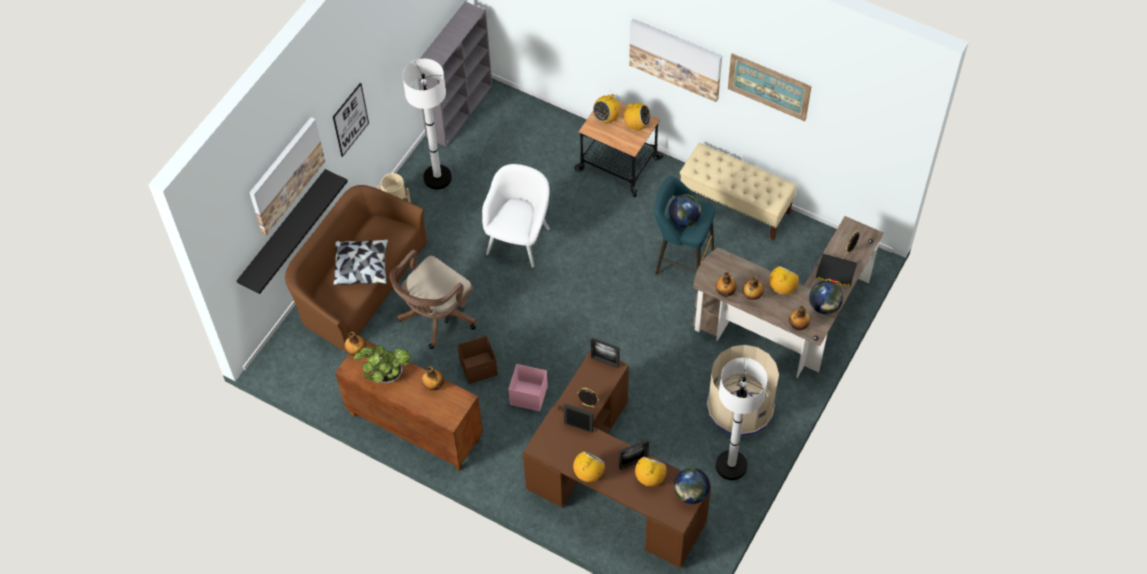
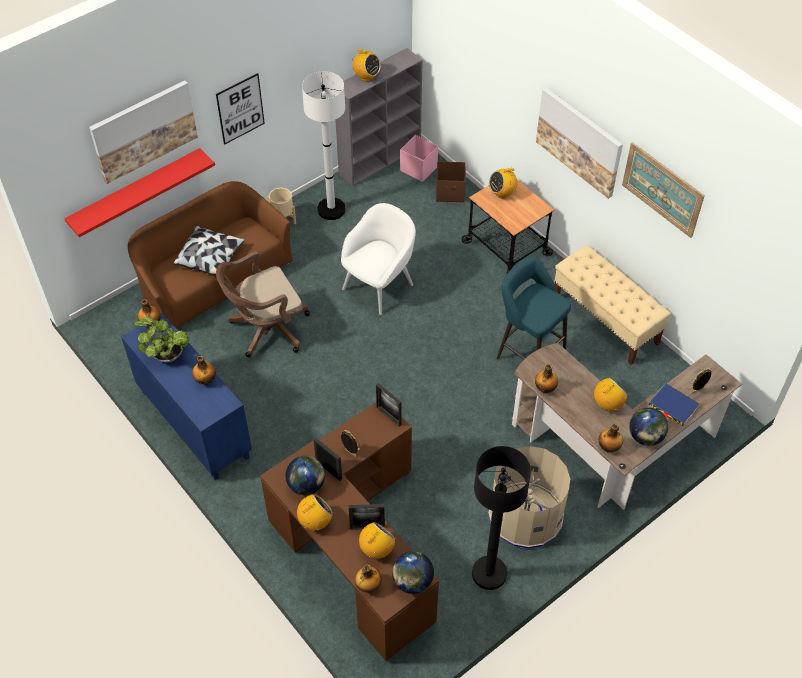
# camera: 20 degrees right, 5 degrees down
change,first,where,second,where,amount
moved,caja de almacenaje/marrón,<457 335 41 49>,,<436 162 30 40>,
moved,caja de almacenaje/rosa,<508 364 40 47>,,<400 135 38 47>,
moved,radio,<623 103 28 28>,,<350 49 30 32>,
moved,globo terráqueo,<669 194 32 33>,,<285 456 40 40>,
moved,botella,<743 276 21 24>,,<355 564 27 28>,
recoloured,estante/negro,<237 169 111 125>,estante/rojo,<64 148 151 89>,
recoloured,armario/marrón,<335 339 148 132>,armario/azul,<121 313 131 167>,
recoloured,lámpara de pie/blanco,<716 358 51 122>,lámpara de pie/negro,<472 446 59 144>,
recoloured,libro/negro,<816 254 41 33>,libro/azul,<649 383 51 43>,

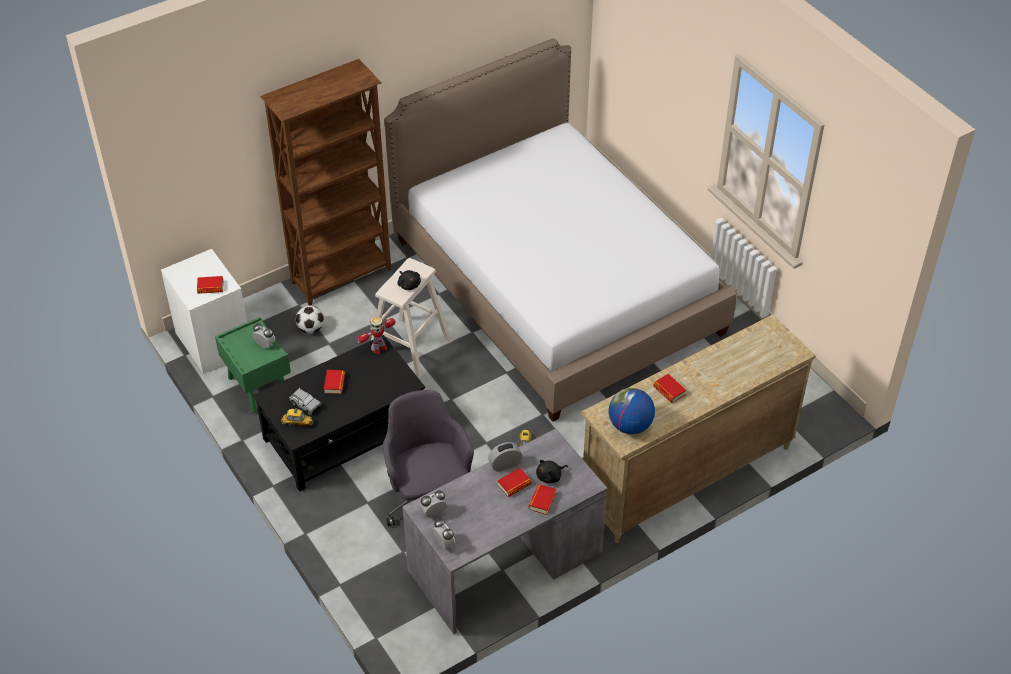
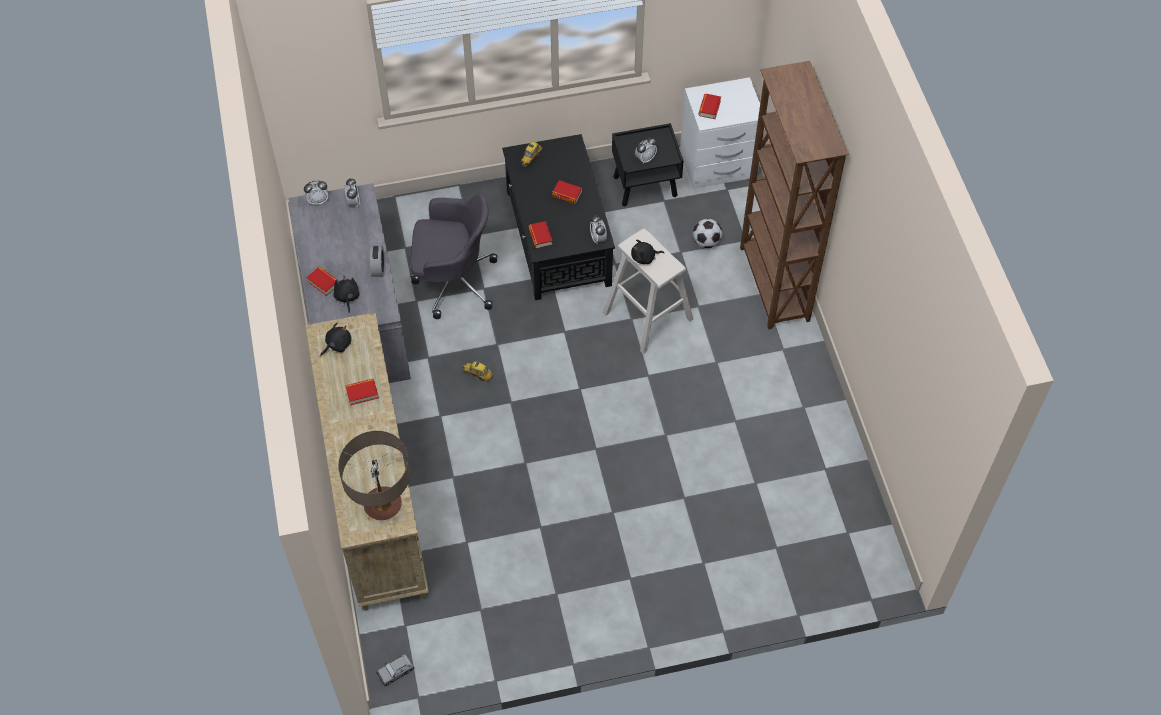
# camera: 110 degrees right, 10 degrees up
change,first,where,second,where,amount
removed,cama,<384 38 353 384>,,,
added,,,lámpara de mesa,<338 431 73 89>,
moved,coche de juguete/gris,<289 388 33 27>,,<376 654 39 32>,
moved,libro,<497 468 34 29>,,<528 221 24 28>,
replaced,robot de juguete,<357 316 39 38>,despertador,<590 215 17 29>,
replaced,globo terráqueo,<609 388 46 46>,peluche/negro,<320 323 31 33>,
recoloured,mesita de noche/verde,<215 317 76 96>,mesita de noche/negro,<612 123 72 83>,

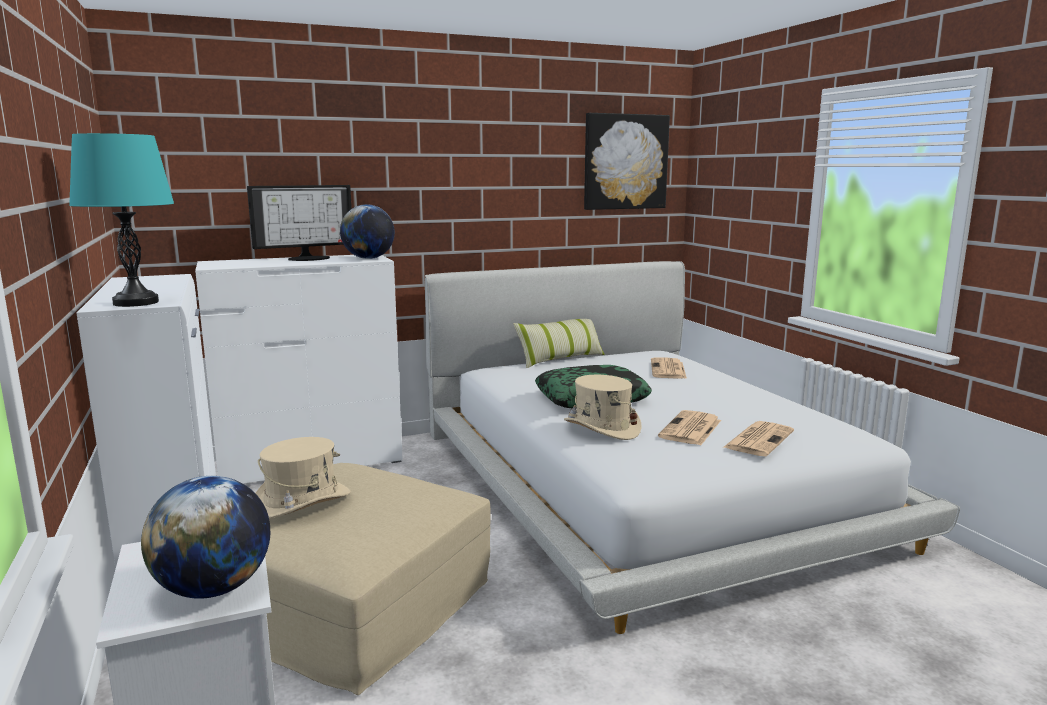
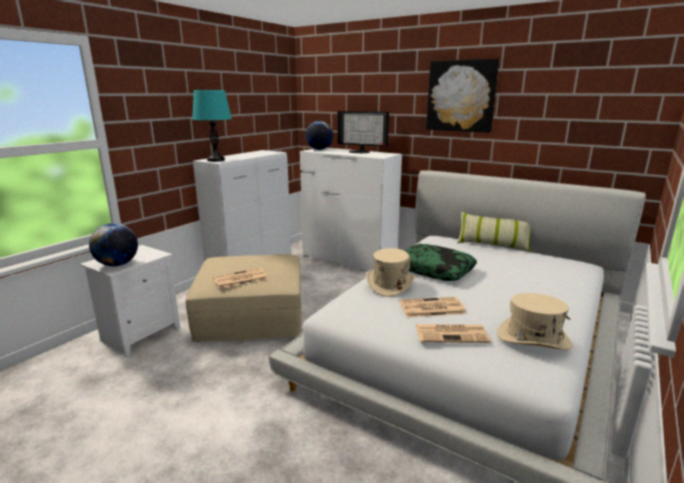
# camera: 55 degrees right, 5 degrees up
change,first,where,second,where,amount
moved,sombrero/beis,<256 437 95 82>,,<497 293 76 57>,
moved,globo terráqueo,<340 204 55 55>,,<305 121 28 29>,
moved,cuadro,<584 113 86 97>,,<426 58 73 75>,
moved,periódico,<651 358 36 21>,,<214 268 54 20>,

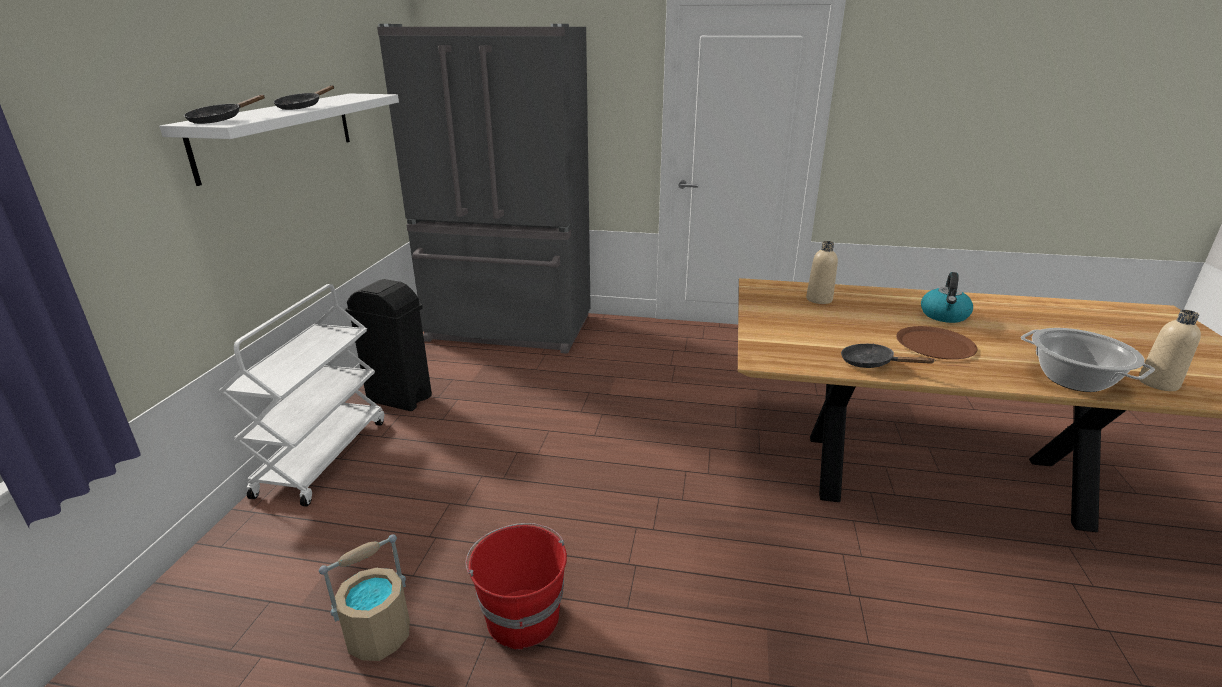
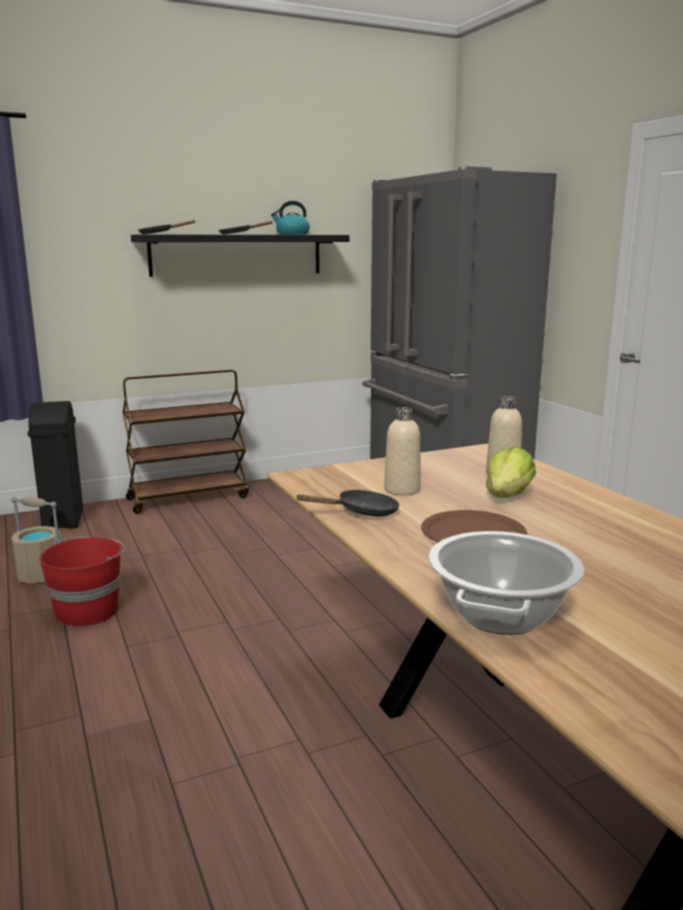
# camera: 55 degrees right, 10 degrees down
change,first,where,second,where,amount
added,,,lechuga,<486 447 50 51>,
moved,papelera/negro,<345 279 87 132>,,<27 401 56 128>,
moved,hervidor,<921 272 52 51>,,<271 201 39 34>,
moved,botella/beis,<1139 310 62 81>,,<384 407 37 88>,
recoloured,estante/blanco,<159 94 240 92>,estante/negro,<131 234 219 43>,
recoloured,carrito/blanco,<218 284 166 223>,carrito/marrón,<123 370 126 144>,
turned,sartén/negro,<841 344 95 24>,,<295 490 105 26>,75 degrees clockwise

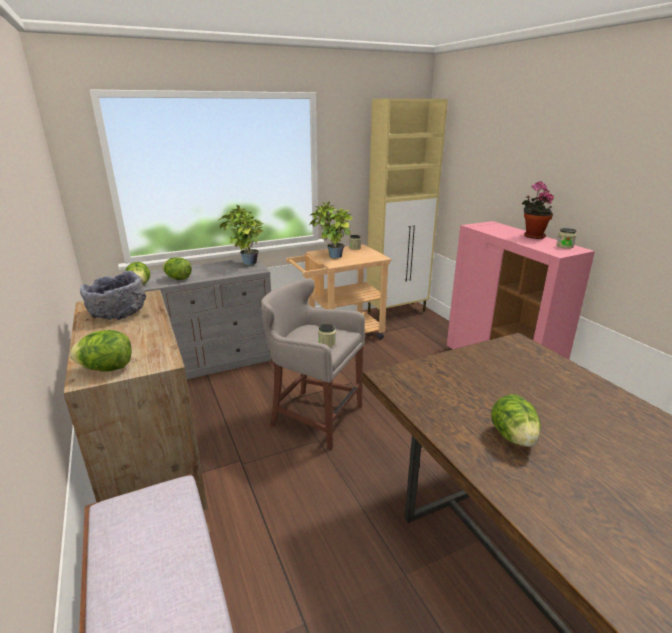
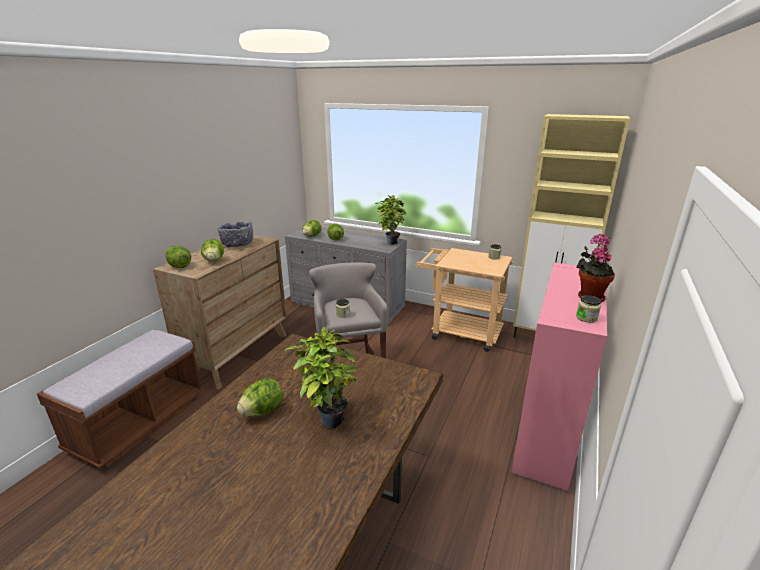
# camera: 50 degrees right, 0 degrees up
change,first,where,second,where,amount
added,,,lechuga,<201 239 23 23>,
moved,planta en maceta,<309 202 45 56>,,<285 327 72 101>,

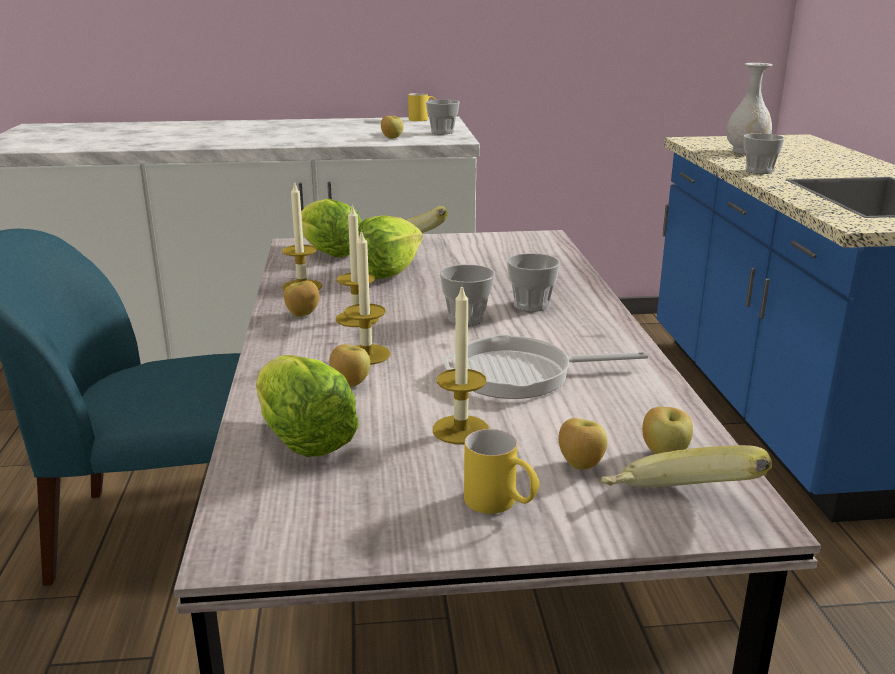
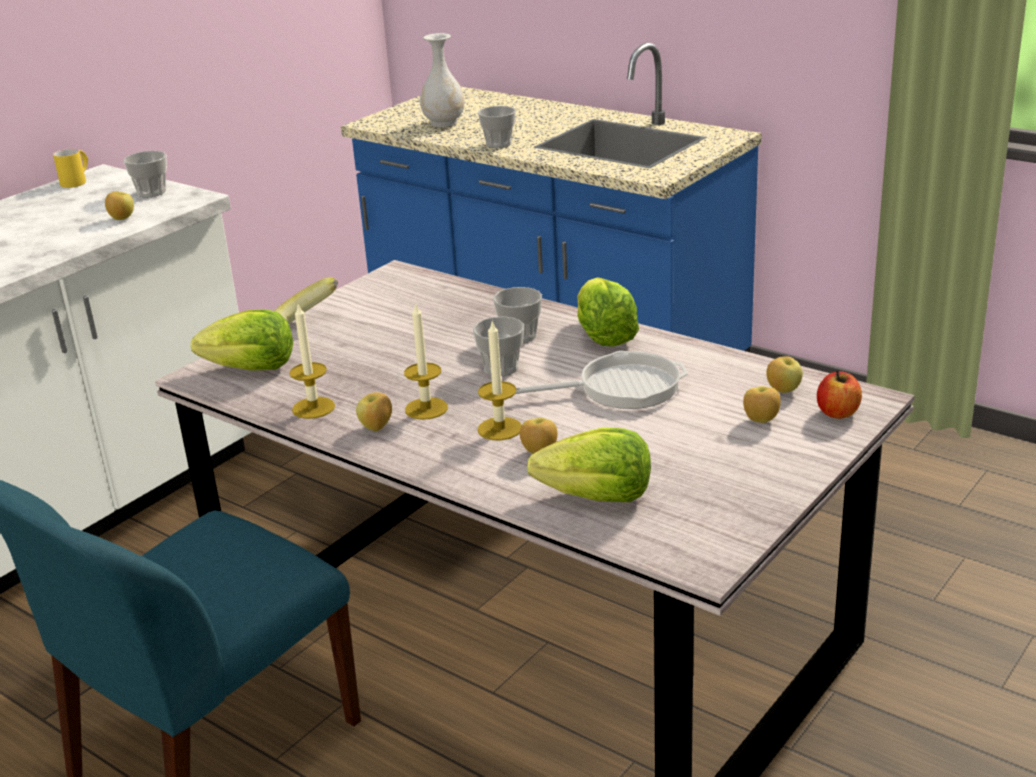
# camera: 45 degrees left, 5 degrees up
change,first,where,second,where,amount
removed,vela,<433 287 56 158>,,,
removed,taza grande/amarillo,<464 429 75 85>,,,
moved,lechuga,<349 216 74 63>,,<577 277 62 70>,
replaced,plátano,<601 445 171 42>,manzana,<817 371 45 48>,
turned,sartén,<443 334 205 65>,,<515 351 173 58>,135 degrees counterclockwise

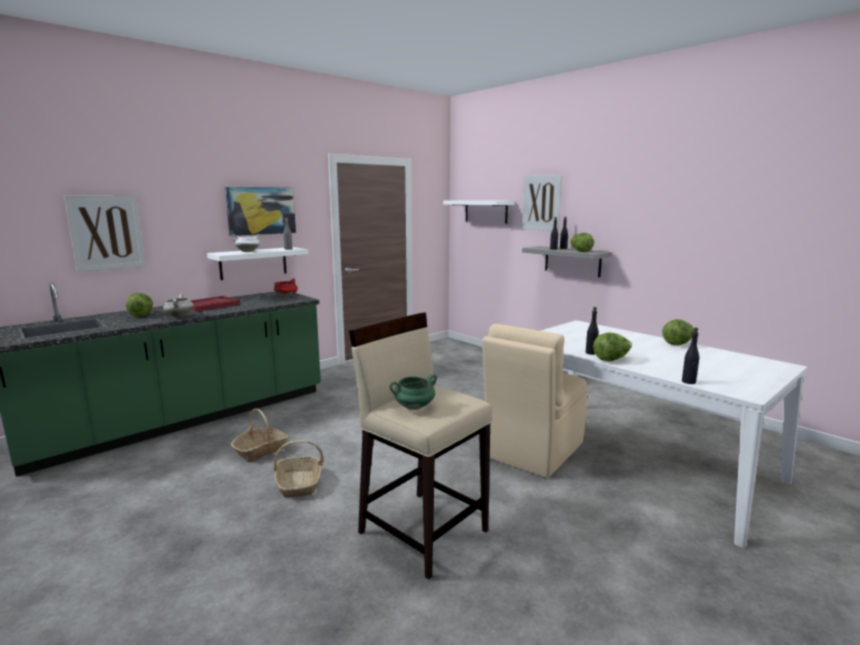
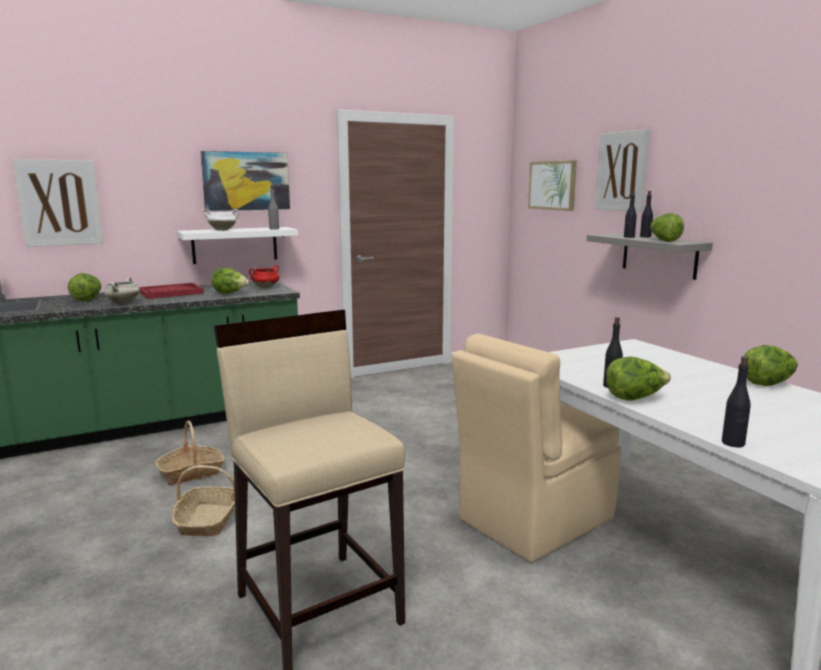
# camera: 15 degrees right, 0 degrees up
change,first,where,second,where,amount
removed,olla/verde,<390 374 47 36>,,,
added,,,lechuga,<212 268 37 26>,
replaced,estante/blanco,<443 200 72 24>,cuadro,<528 160 49 51>,

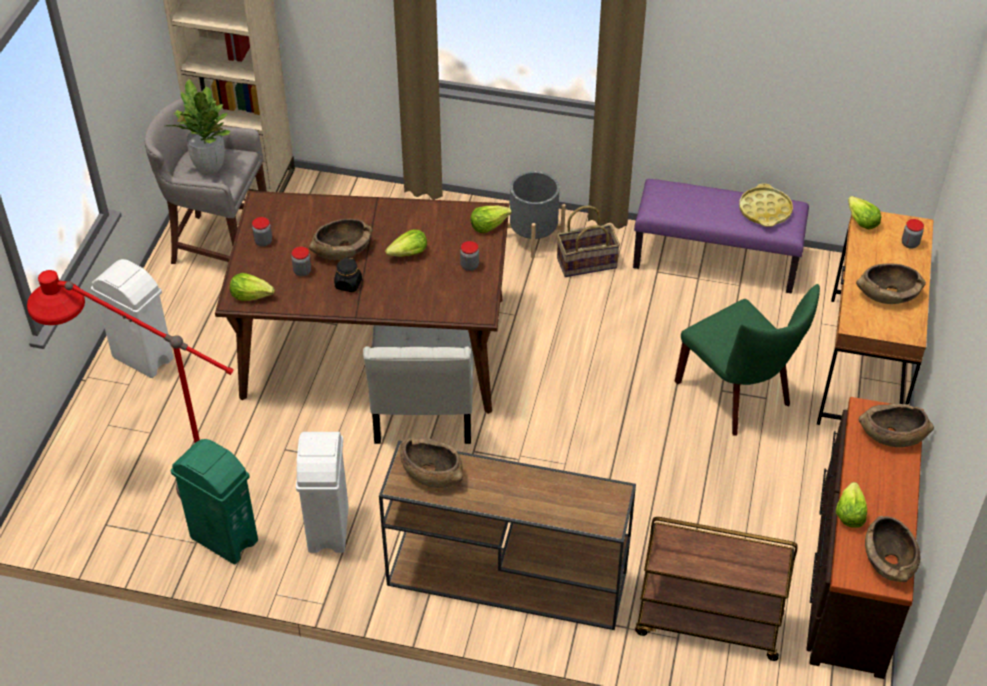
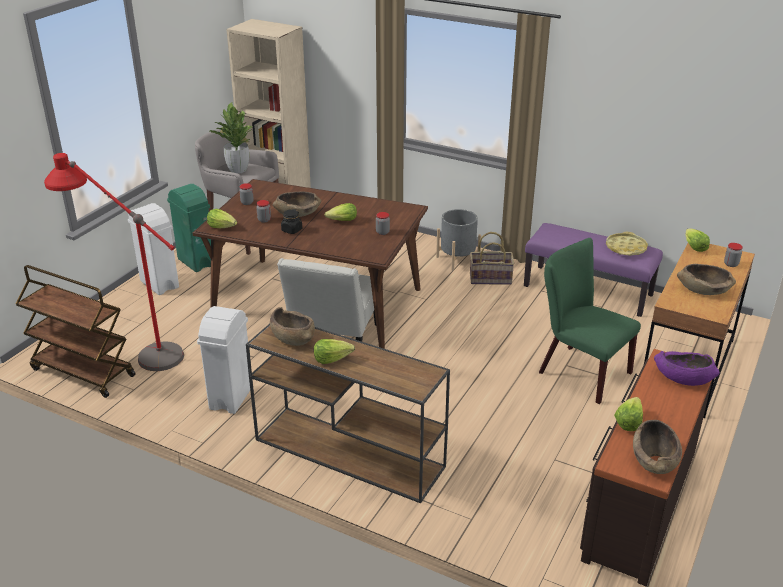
# camera: 15 degrees right, 15 degrees down
change,first,where,second,where,amount
moved,papelera/verde,<171 439 87 126>,,<167 184 44 88>,
moved,lechuga,<471 205 41 28>,,<314 339 41 25>,
moved,carrito/marrón,<635 517 163 144>,,<16 265 120 133>,
recoloured,cuenco/marrón,<859 404 75 43>,cuenco/morado,<654 351 66 35>,
turned,silla/verde,<674 284 146 152>,,<539 238 102 166>,150 degrees clockwise

